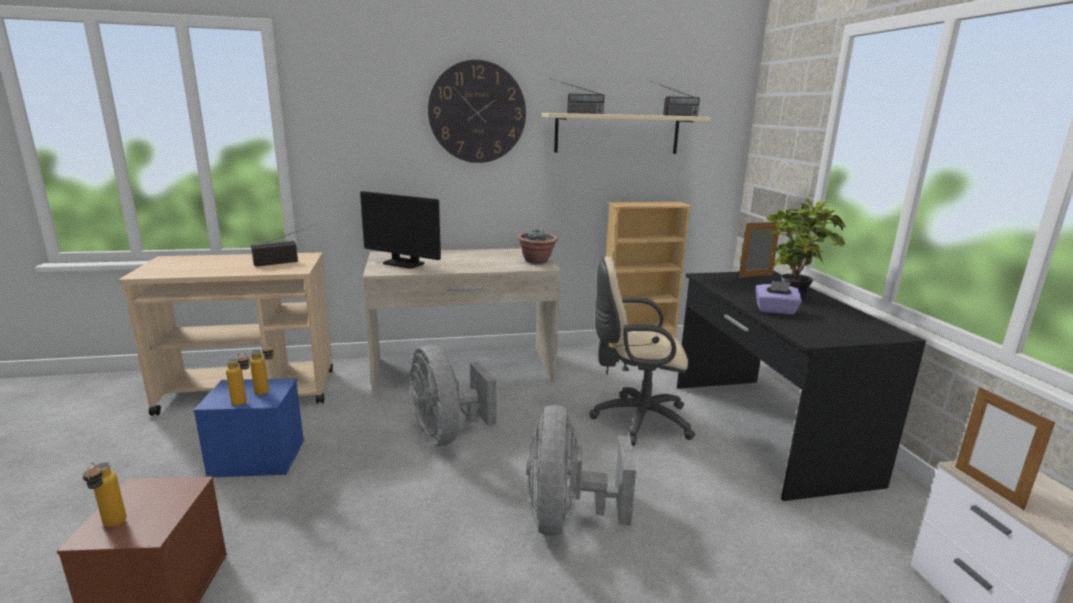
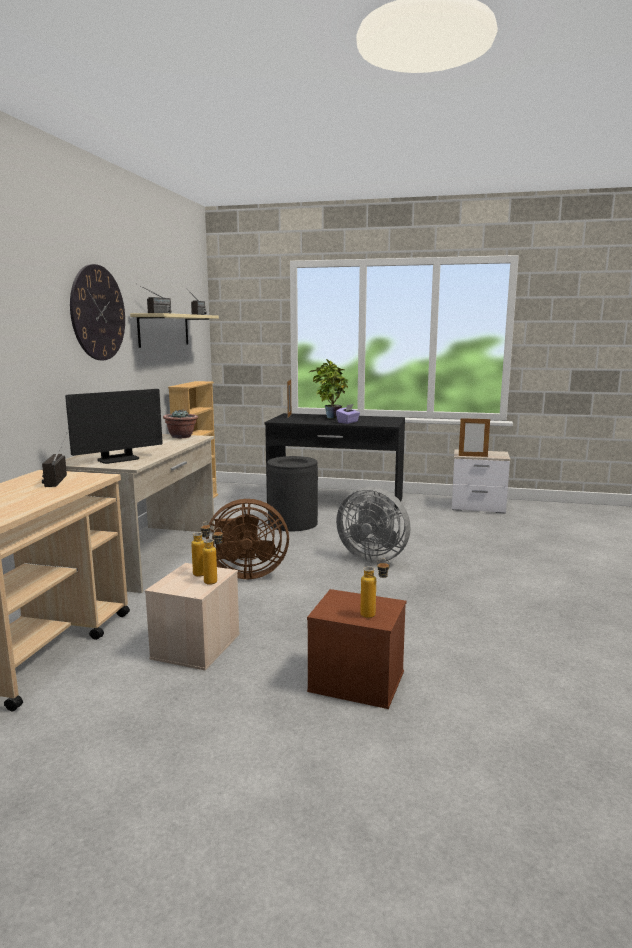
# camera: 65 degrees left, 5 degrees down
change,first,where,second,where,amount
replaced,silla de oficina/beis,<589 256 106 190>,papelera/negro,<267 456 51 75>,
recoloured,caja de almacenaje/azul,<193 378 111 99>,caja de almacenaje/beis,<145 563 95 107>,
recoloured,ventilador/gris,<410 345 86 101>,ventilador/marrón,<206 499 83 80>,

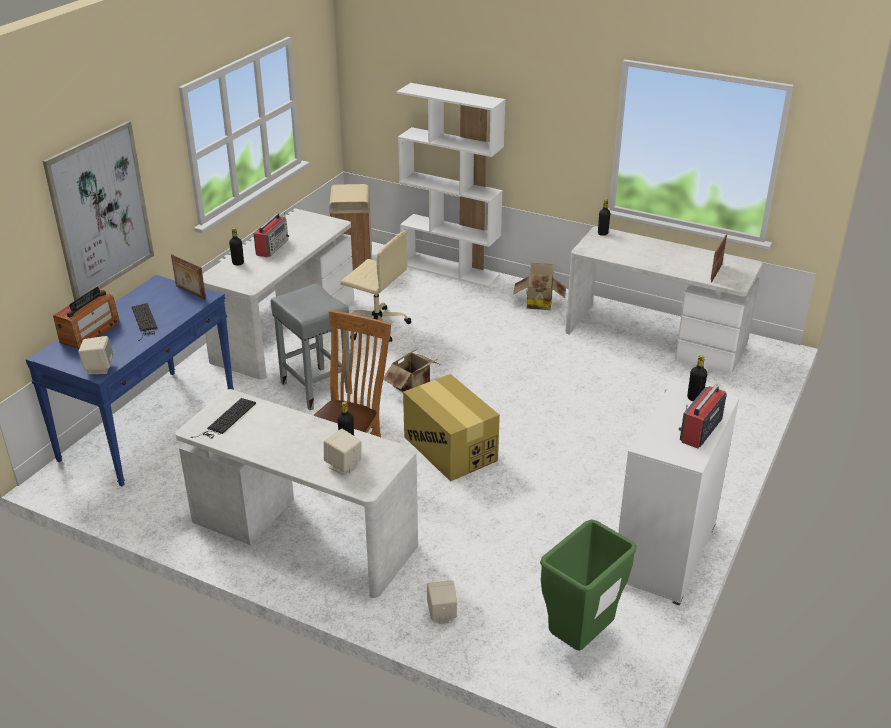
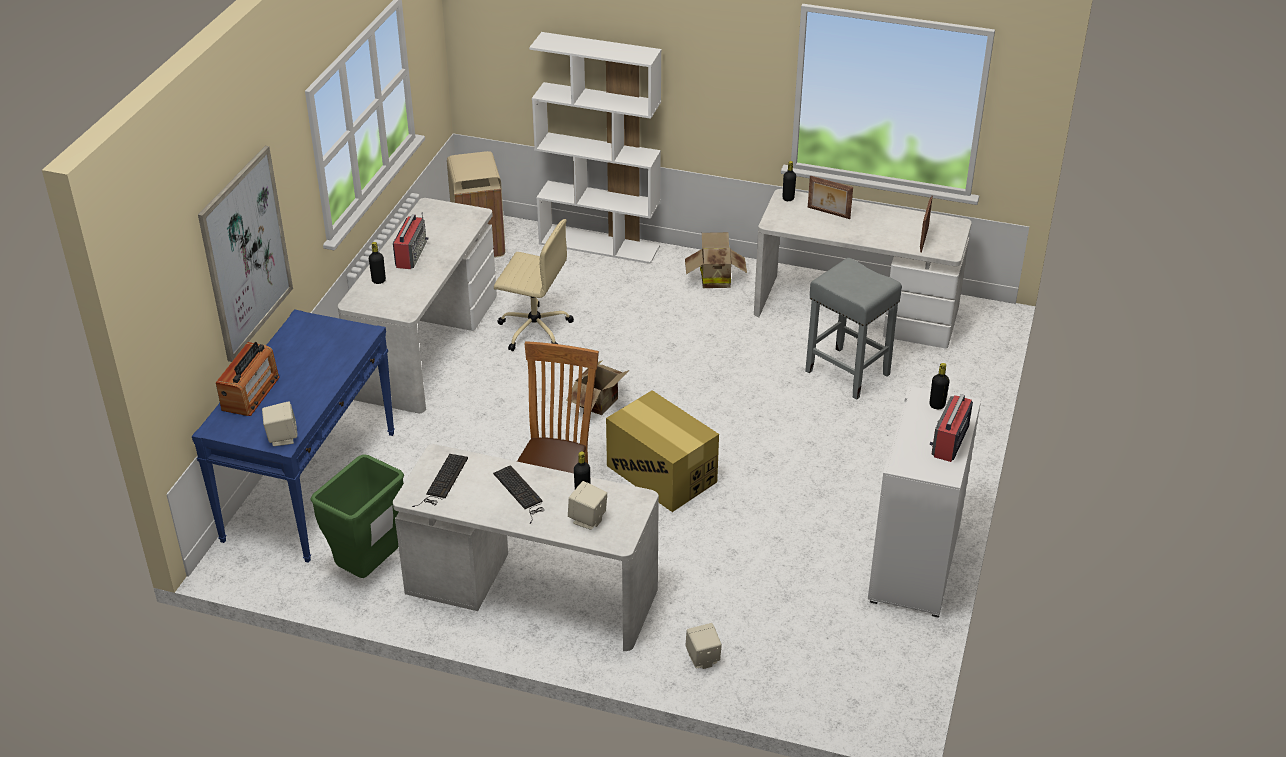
# camera: 10 degrees left, 5 degrees up
change,first,where,second,where,amount
moved,teclado,<131 303 26 38>,,<493 465 51 59>,
moved,portarretratos,<171 254 35 46>,,<808 176 45 43>,
moved,taburete/gris,<271 283 81 127>,,<805 258 97 142>,
moved,papelera/verde,<540 519 97 132>,,<310 454 94 124>,

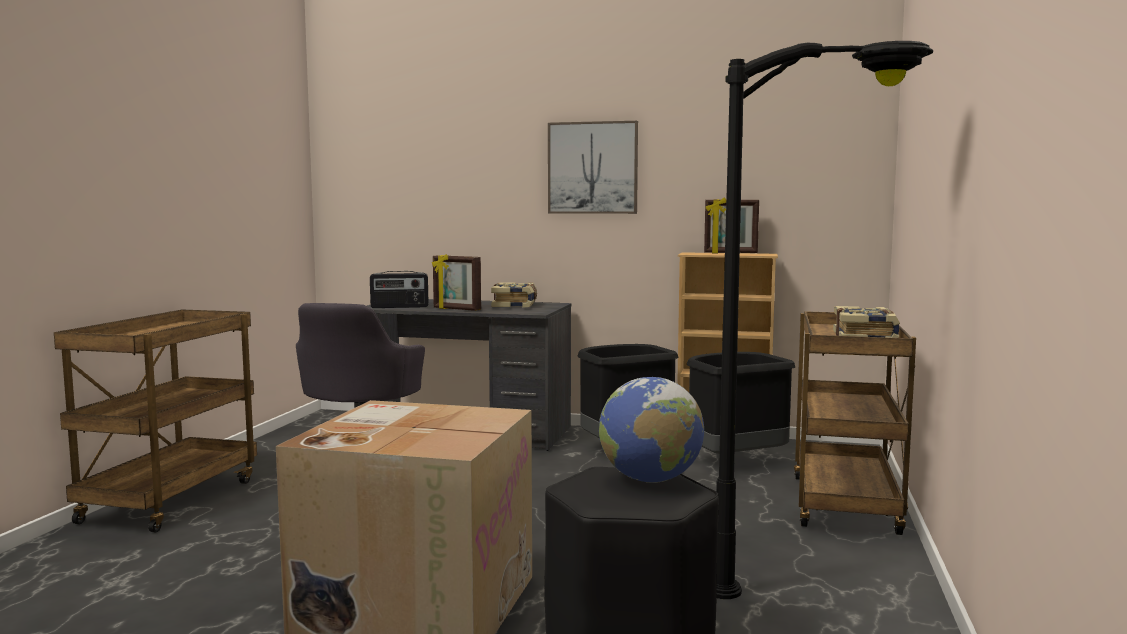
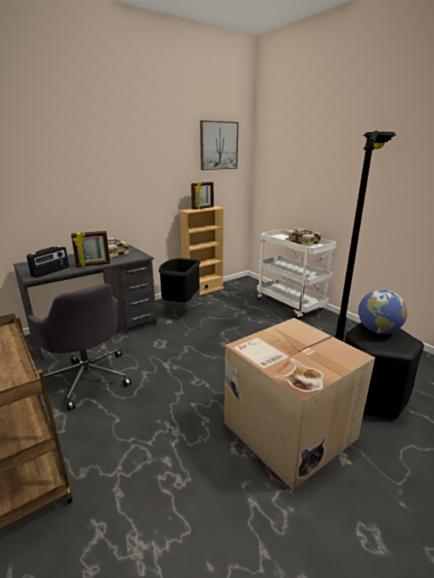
# camera: 50 degrees left, 15 degrees up
change,first,where,second,where,amount
removed,papelera/negro,<687 352 108 102>,,,
moved,cuadro,<548 121 90 93>,,<200 120 39 50>,
recoloured,carrito/marrón,<794 311 122 224>,carrito/blanco,<257 229 80 90>,

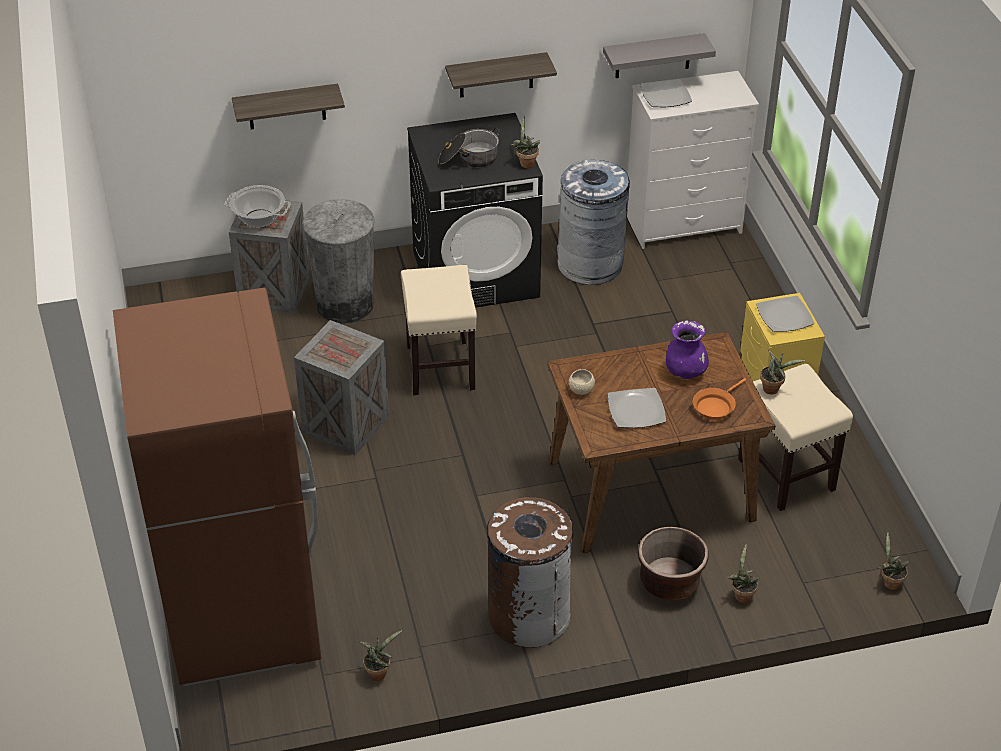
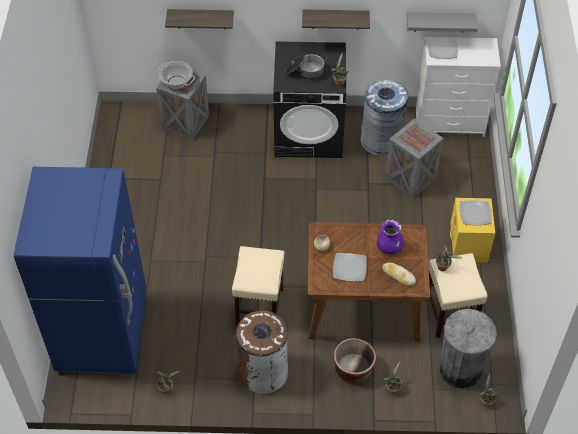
# camera: 15 degrees right, 10 degrees up
change,first,where,second,where,amount
moved,caja de embalaje,<294 320 95 136>,,<385 118 59 80>,
moved,papelera/gris,<302 199 73 124>,,<440 309 57 80>,
moved,taburete/beis,<401 265 76 130>,,<232 246 53 79>,
replaced,sartén/naranja,<693 378 53 42>,pan,<382 262 34 24>,
recoloured,nevera/marrón,<113 287 208 399>,nevera/azul,<14 167 133 207>,

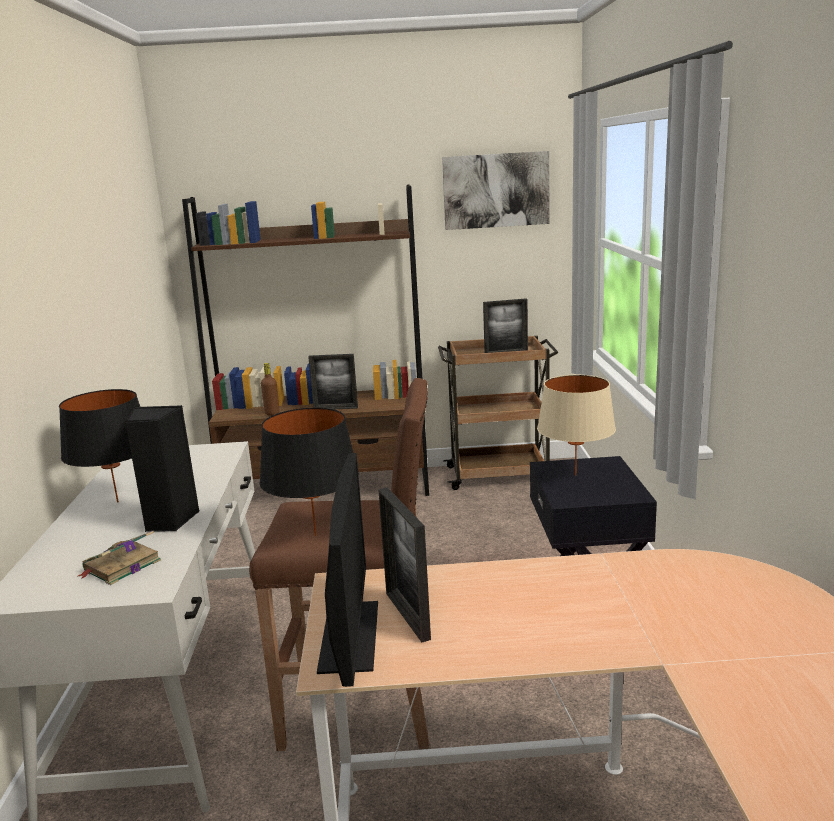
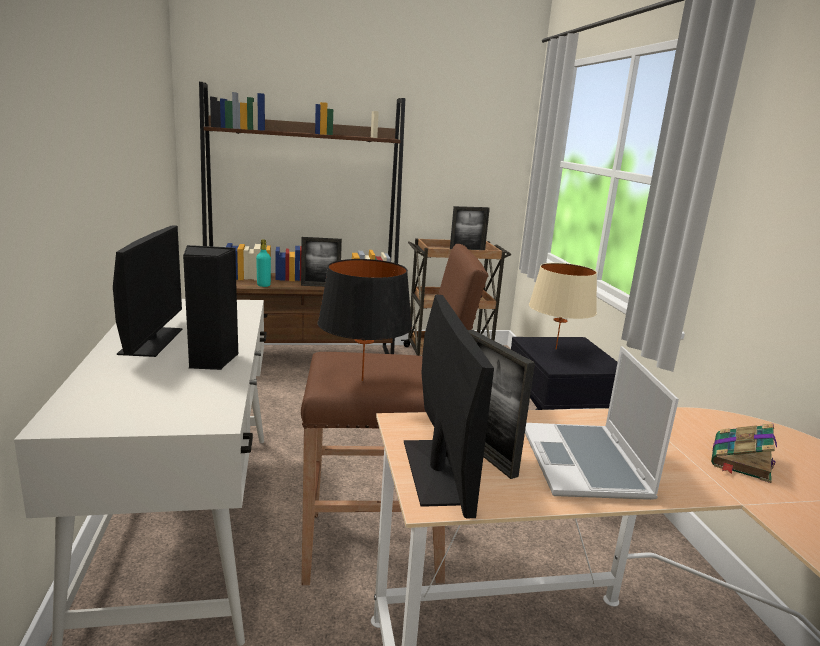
# camera: 10 degrees left, 0 degrees up
change,first,where,second,where,amount
removed,cuadro,<442 151 108 79>,,,
added,,,portátil,<525 346 154 154>,
moved,libro,<78 531 83 54>,,<711 424 66 59>,
replaced,lámpara de mesa/negro,<59 389 81 114>,monitor,<113 225 69 132>,
recoloured,botella/marrón,<261 363 18 52>,botella/turquesa,<256 239 15 48>,

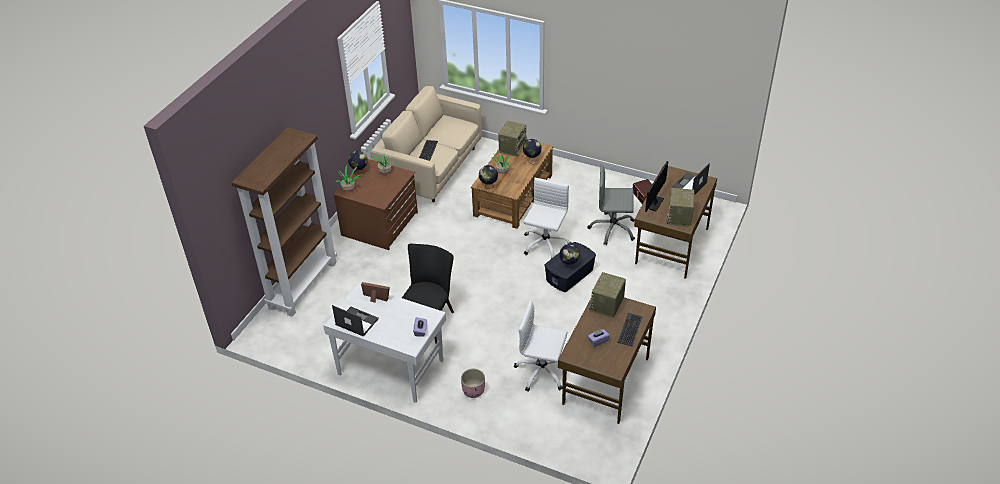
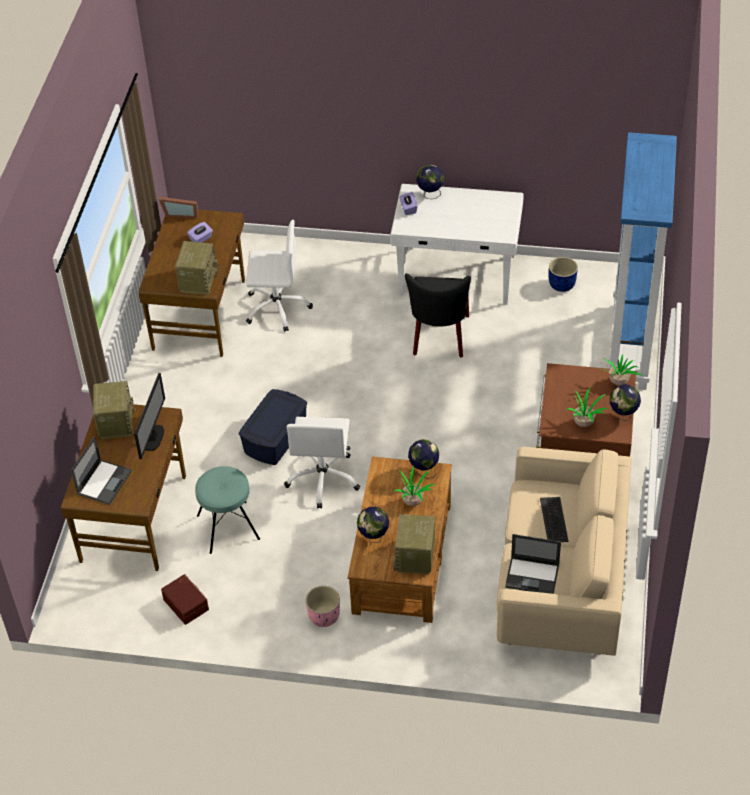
# camera: 165 degrees right, 5 degrees up
change,first,where,second,where,amount
removed,teclado,<617 313 25 33>,,,
added,,,maceta/azul,<549 257 29 35>,
moved,portátil,<332 305 47 32>,,<505 534 56 60>,
moved,portarretratos,<361 282 29 21>,,<159 197 39 21>,
moved,maceta/rosa,<461 369 24 29>,,<306 586 34 41>,
moved,globo terráqueo,<559 244 21 24>,,<416 165 28 34>,
replaced,silla de oficina/gris,<588 164 47 81>,taburete/turquesa,<195 466 65 88>,
recoloured,estantería/marrón,<231 127 106 190>,estantería/azul,<609 132 68 258>,

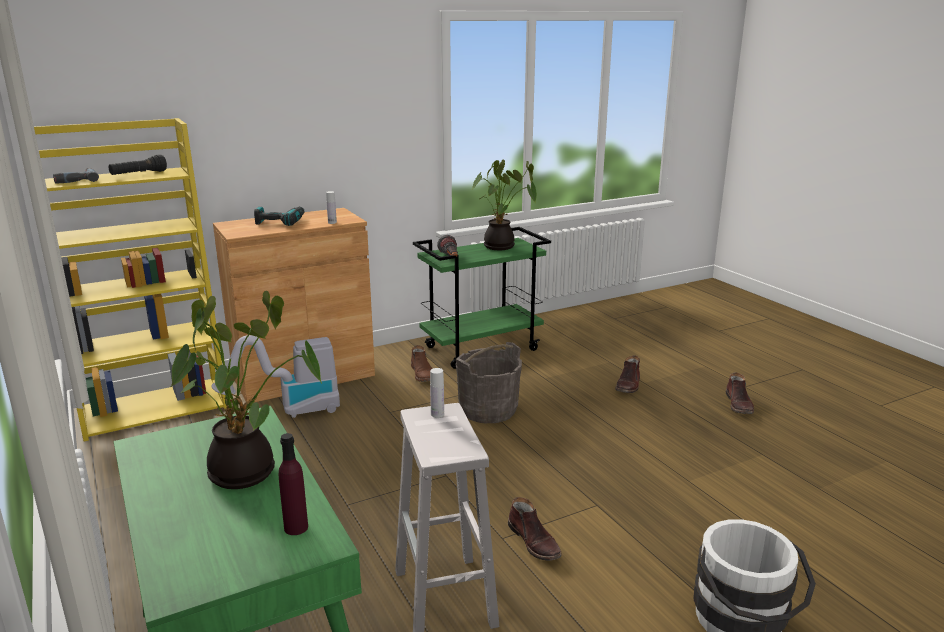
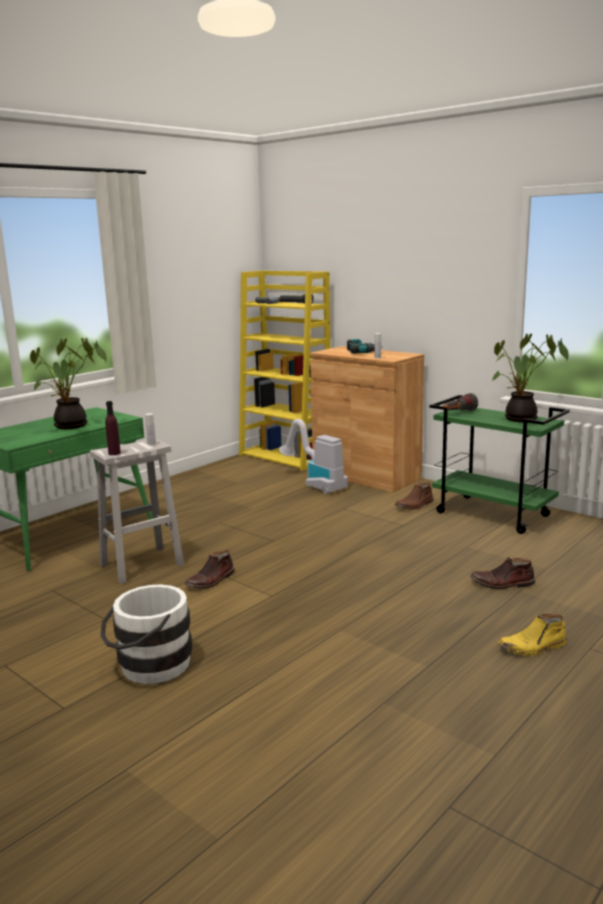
# camera: 70 degrees right, 5 degrees down
change,first,where,second,where,amount
removed,cubo/gris,<456 342 66 81>,,,
moved,botella/morado,<279 433 29 102>,,<105 401 16 54>,
recoloured,bota/marrón,<726 372 28 42>,bota/amarillo,<498 614 69 42>,

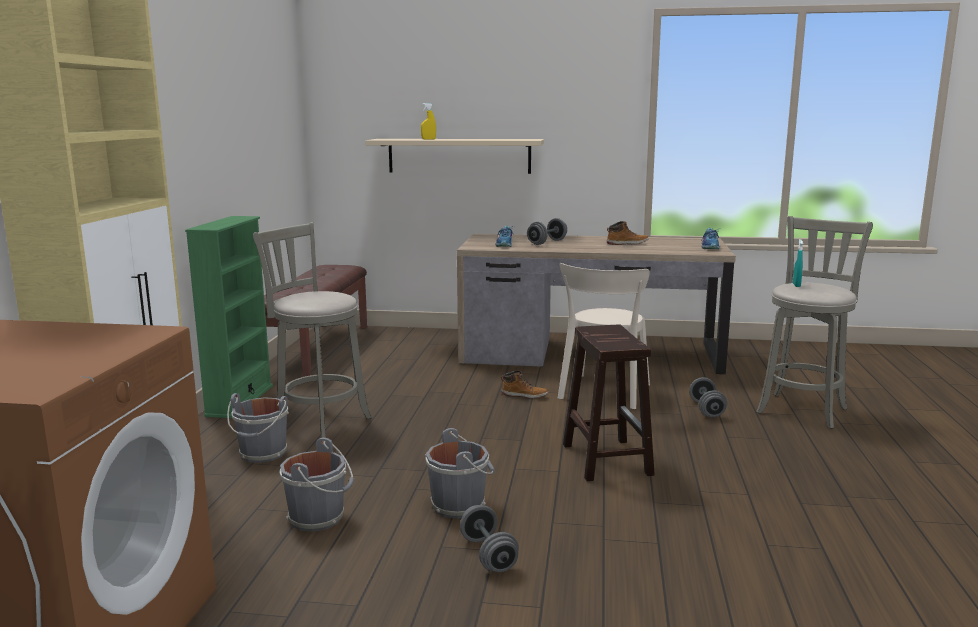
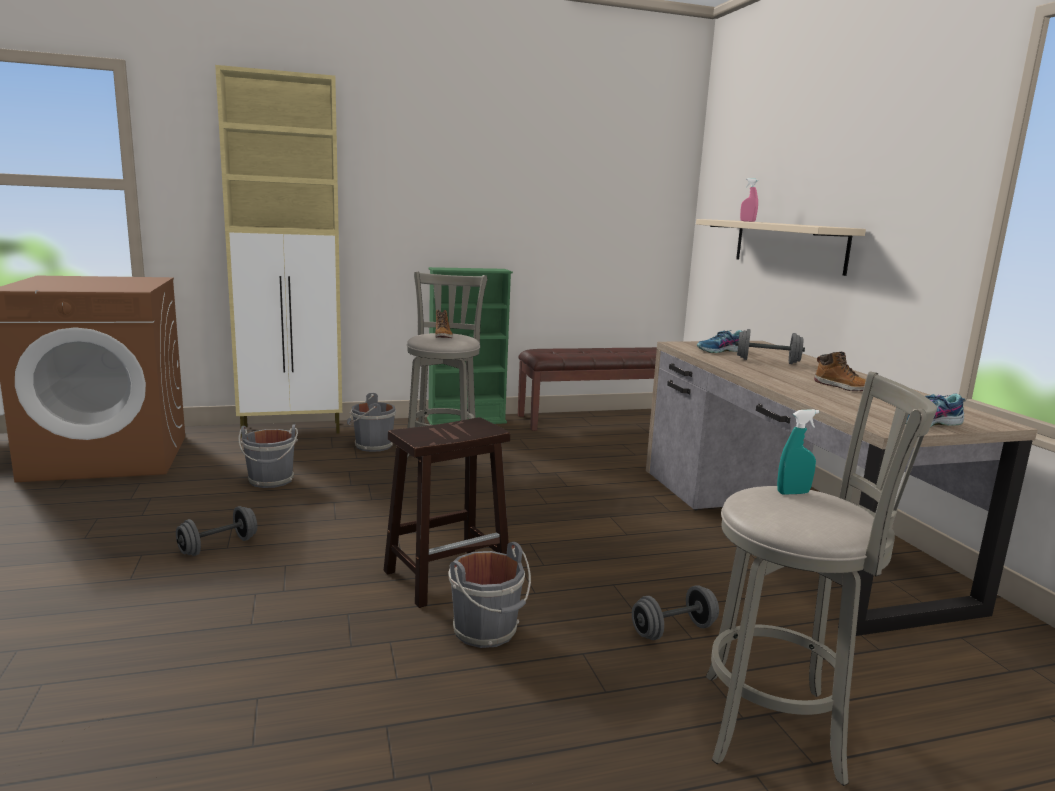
# camera: 65 degrees right, 0 degrees up
change,first,where,second,where,amount
removed,silla/beis,<558 263 92 146>,,,
moved,cubo/gris,<425 428 70 91>,,<448 542 83 106>,
moved,bota,<501 370 47 28>,,<435 310 18 28>,
recoloured,pulverizador/amarillo,<421 103 15 37>,pulverizador/rosa,<740 178 18 44>,

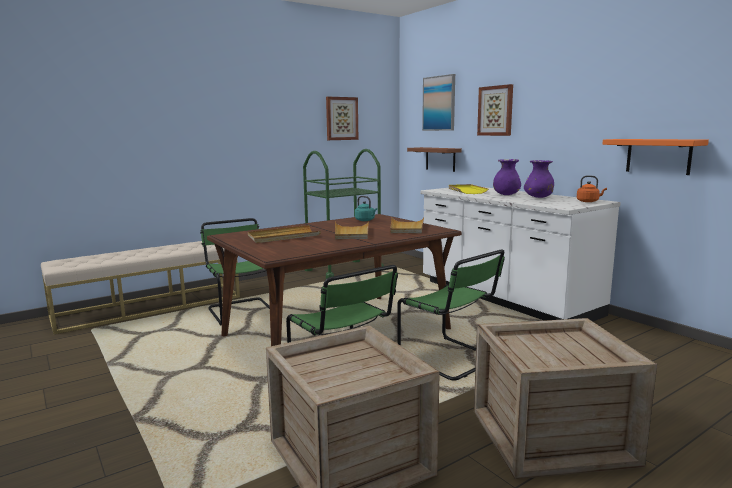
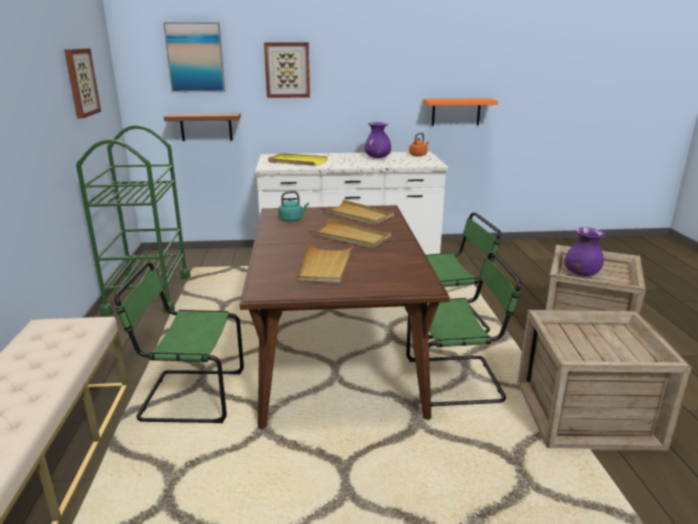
# camera: 60 degrees left, 10 degrees up
change,first,where,second,where,amount
moved,florero/morado,<493 159 28 36>,,<564 227 41 49>,

